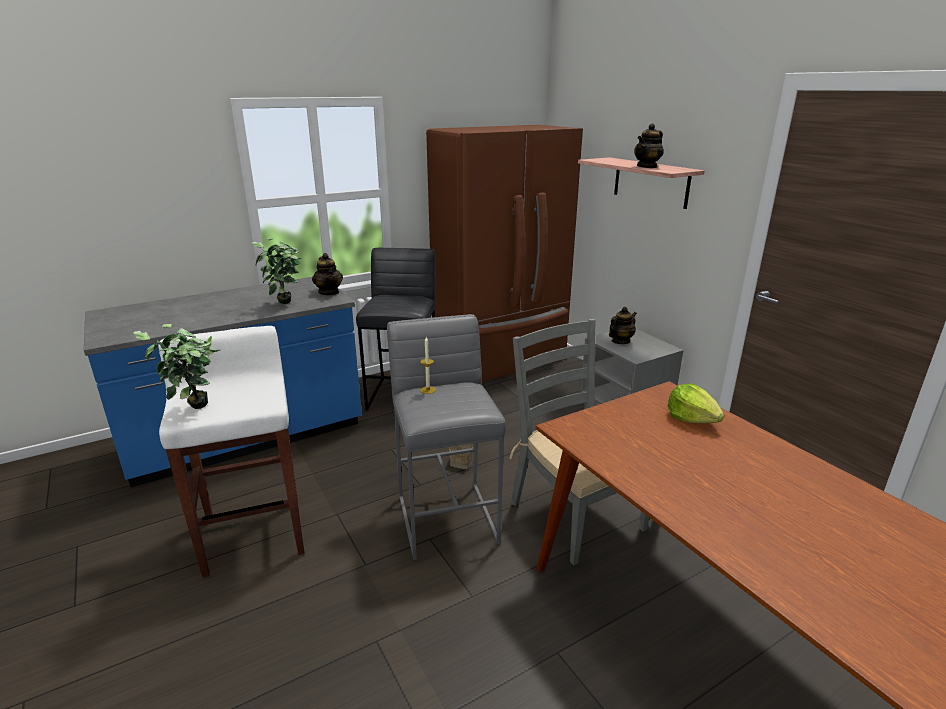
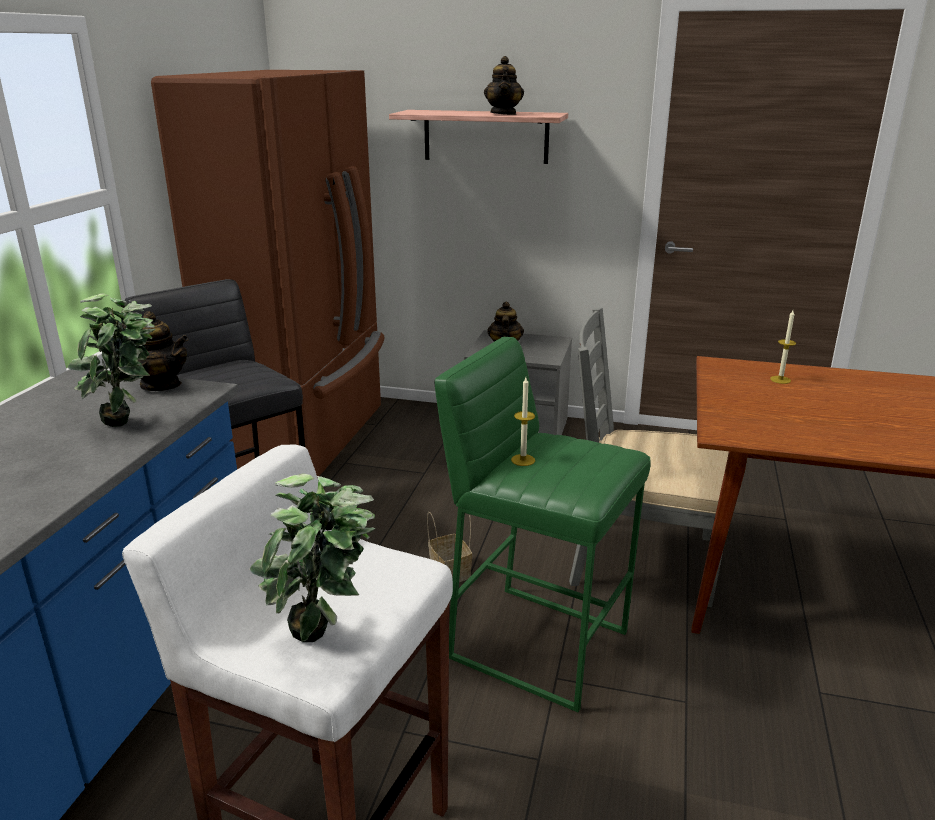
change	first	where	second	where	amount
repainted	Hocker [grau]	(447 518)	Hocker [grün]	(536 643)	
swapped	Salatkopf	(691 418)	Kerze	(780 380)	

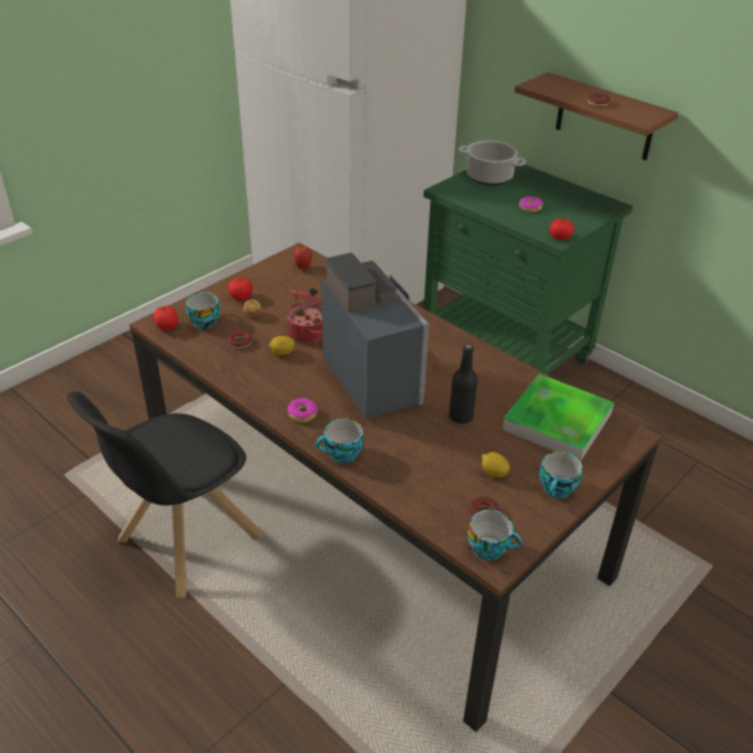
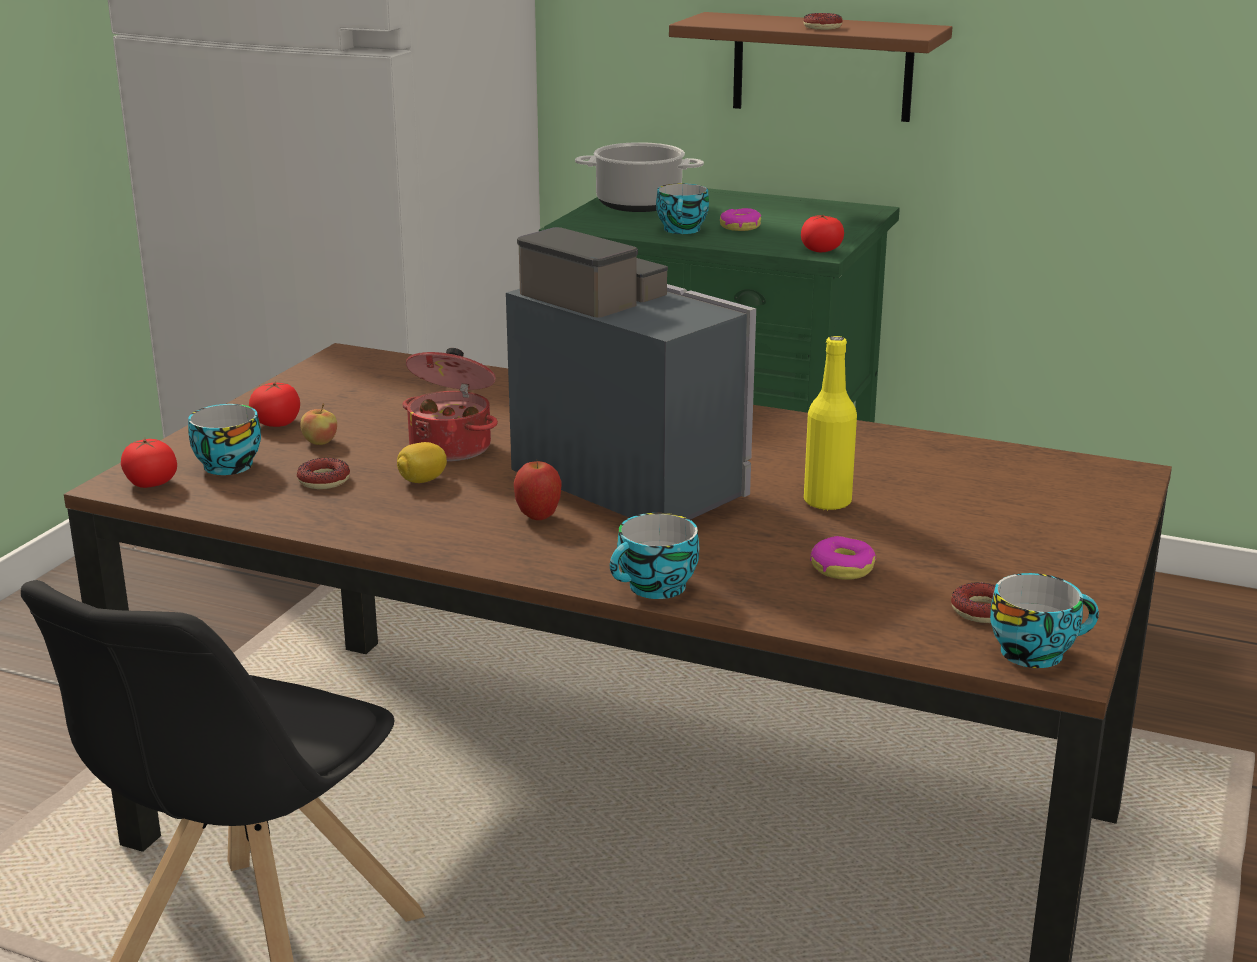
change	first	where	second	where	amount
shifted	Apfel	(303 268)		(538 517)	
repainted	Flasche [schwarz]	(461 417)	Flasche [gelb]	(827 502)	
gone	Tablett	(557 422)			
shifted	Donut	(302 414)		(842 568)	
shifted	Tasse	(557 489)		(683 230)	
gone	Zitrone	(494 473)			

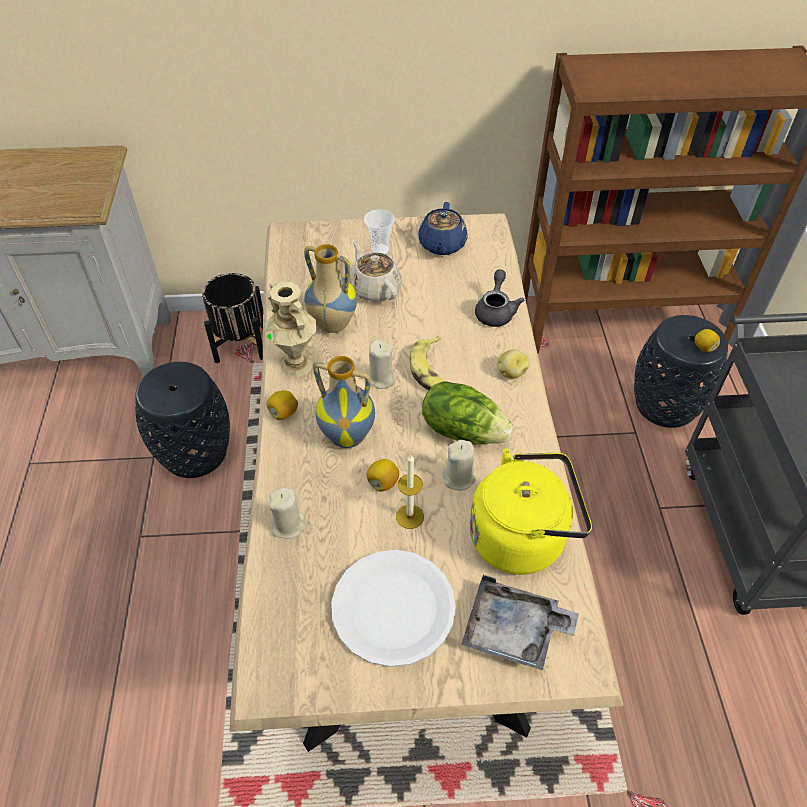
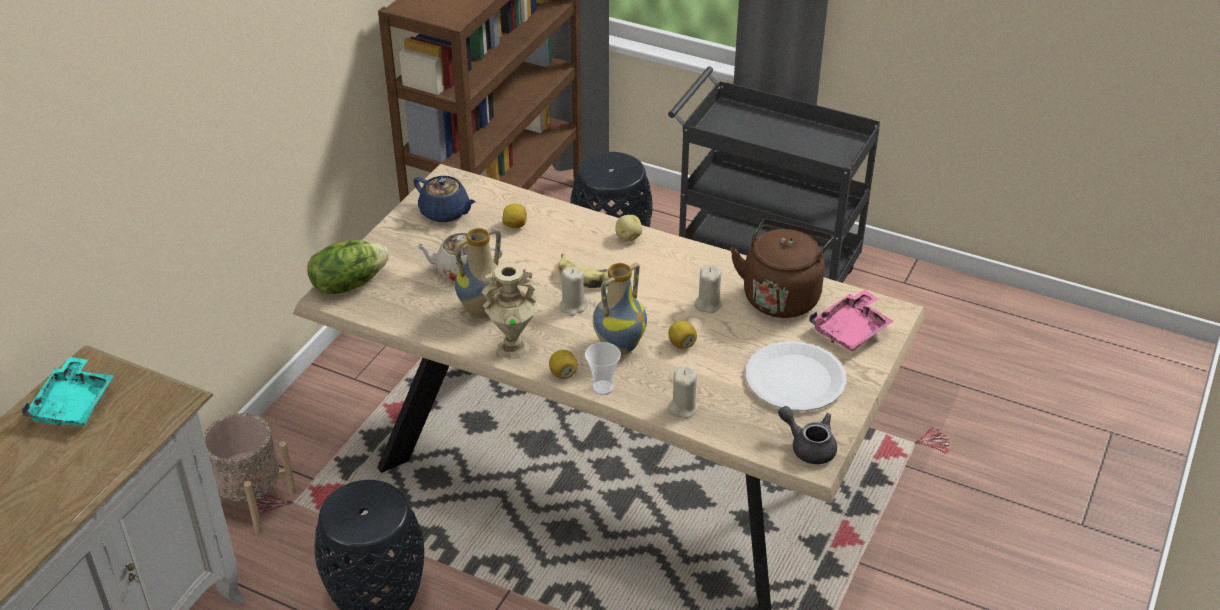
change	first	where	second	where	amount
shifted	Tasse	(380 250)		(602 388)	
shifted	Teekanne [grau]	(495 311)		(808 446)	
repainted	Pflanzkübel [schwarz]	(240 343)	Pflanzkübel [beige]	(251 503)	
shifted	Zitrone	(704 347)		(515 225)	
shifted	Salatkopf	(463 430)		(348 283)	
repainted	Wasserkessel [gelb]	(522 536)	Wasserkessel [braun]	(781 295)	
gone	Kerze	(409 516)			
repainted	Tablett [grau]	(514 631)	Tablett [rosa]	(851 330)	
new			Tablett [türkis]	(74 404)	

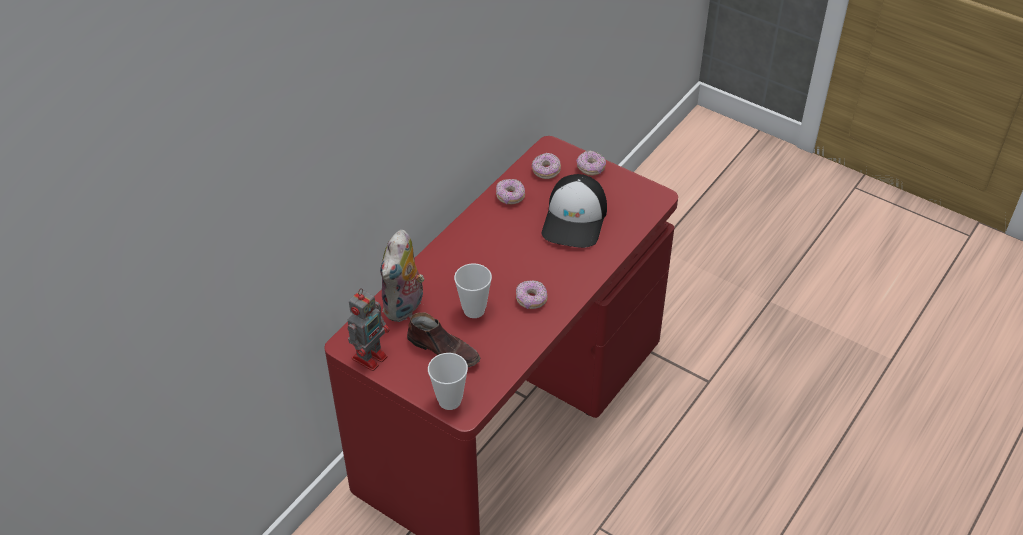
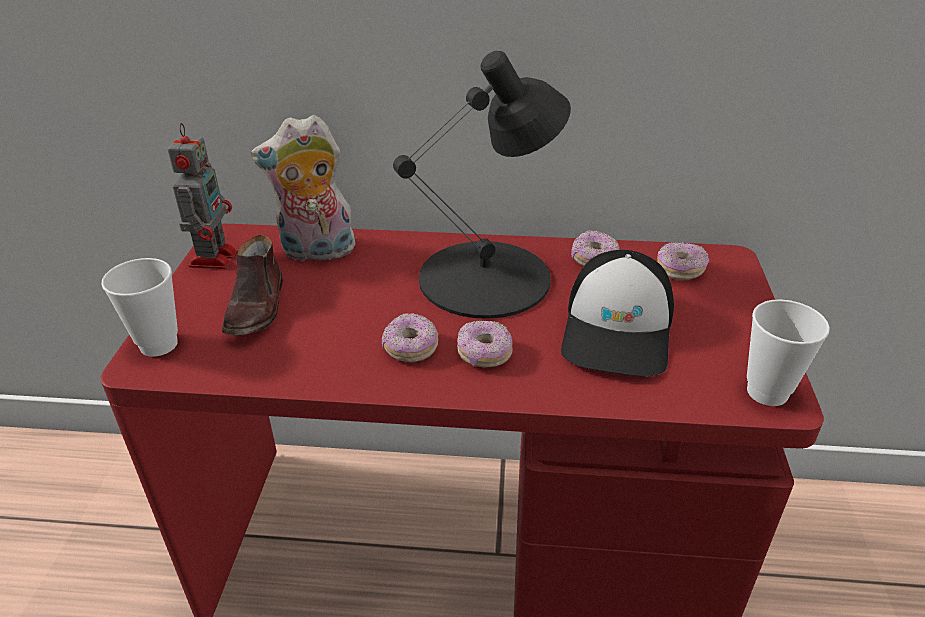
change	first	where	second	where	amount
shifted	Donut	(591 168)		(484 354)	
rotated	Kappe	(575 219)		(618 330)	60 degrees counterclockwise
shifted	Tasse	(474 310)		(767 392)	
rotated	Spielzeugroboter	(370 356)		(214 257)	90 degrees counterclockwise
new			Tischlampe [schwarz]	(487 278)	

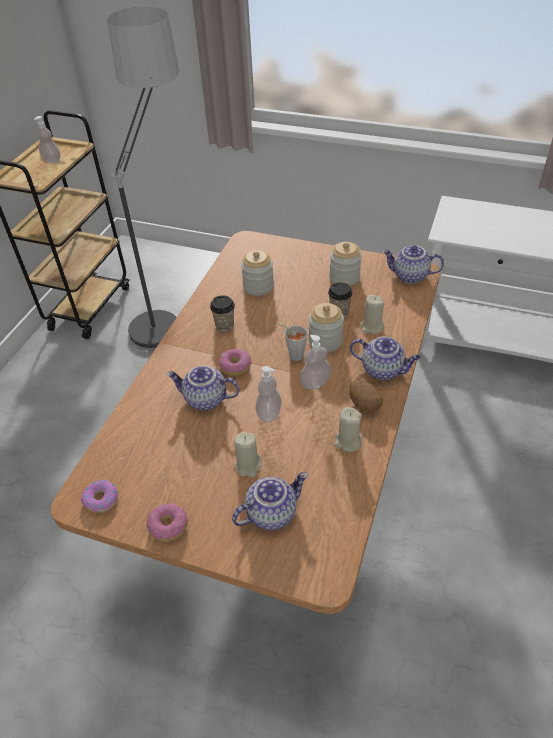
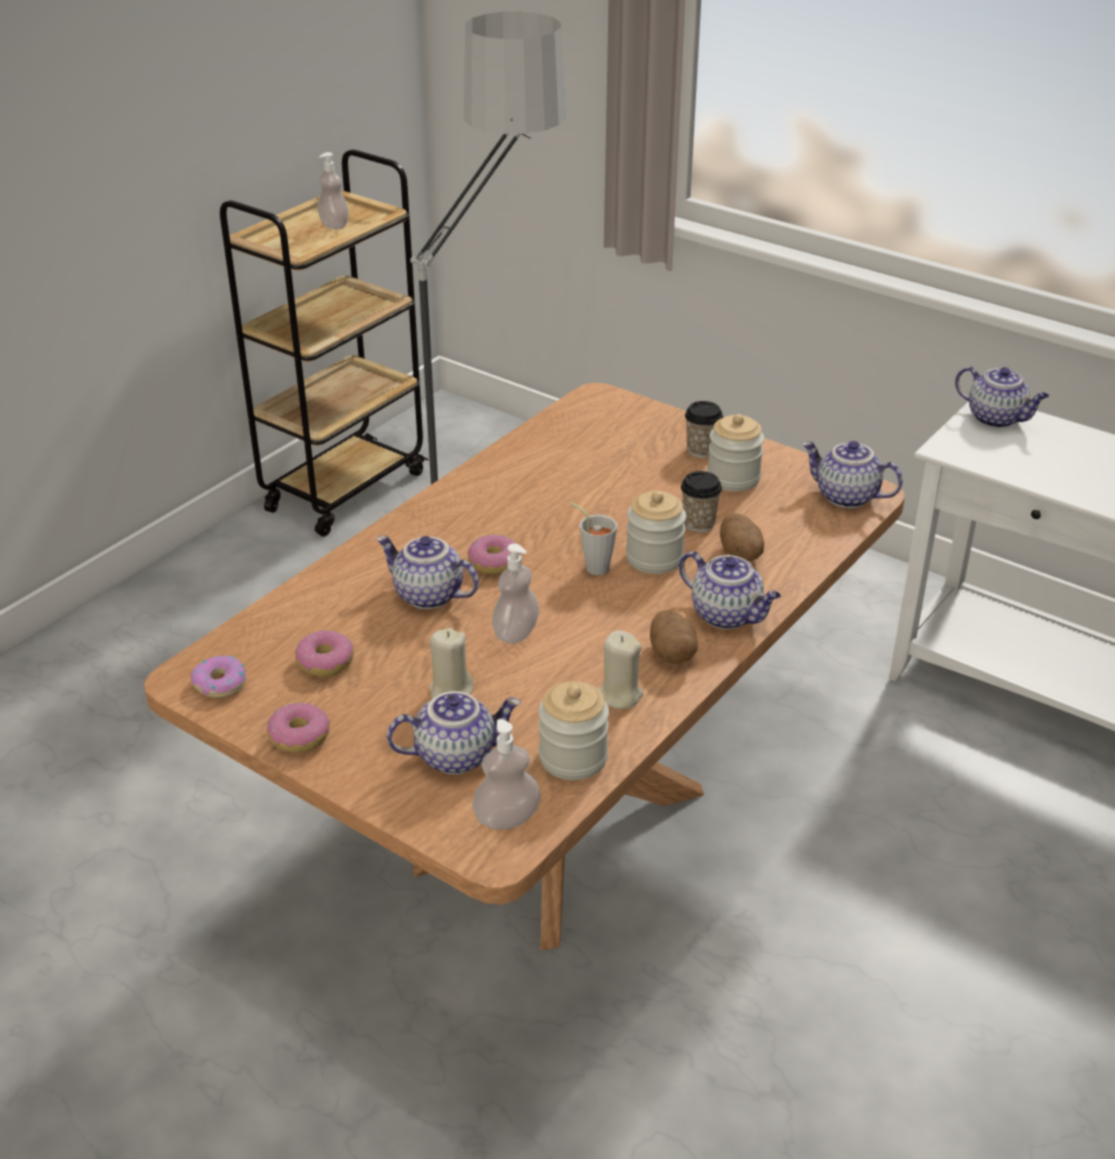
change	first	where	second	where	amount
shifted	Vorratsglas	(258 286)		(573 758)	
shifted	Tasse	(224 325)		(701 450)	
swapped	Kerze [beige]	(371 327)	Kartoffel	(741 554)	
shifted	Seifenspender	(315 383)		(507 818)	
new			Teekanne	(996 418)	
new			Donut	(325 662)	

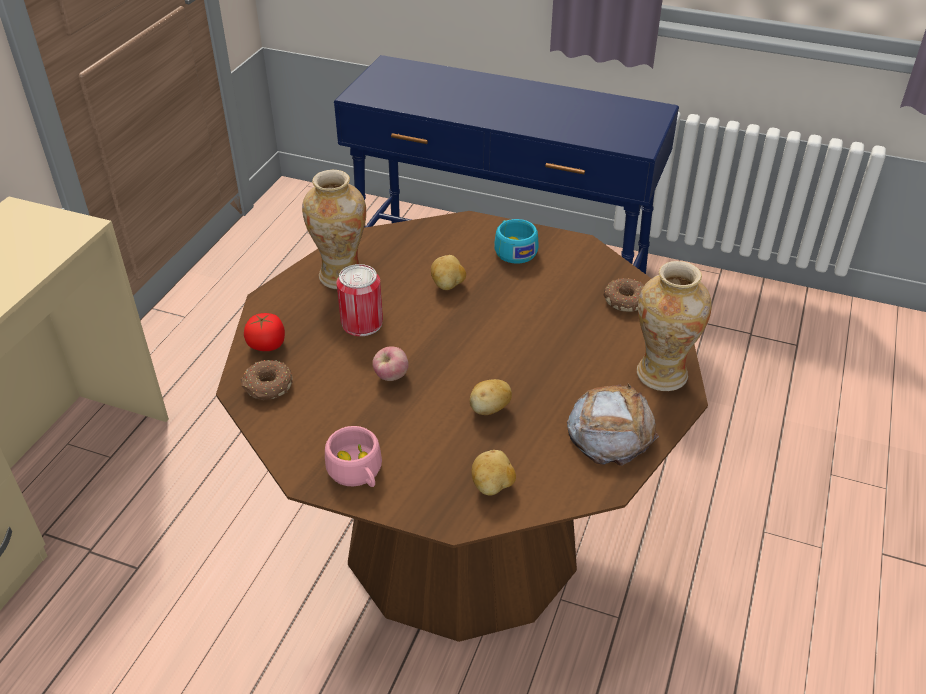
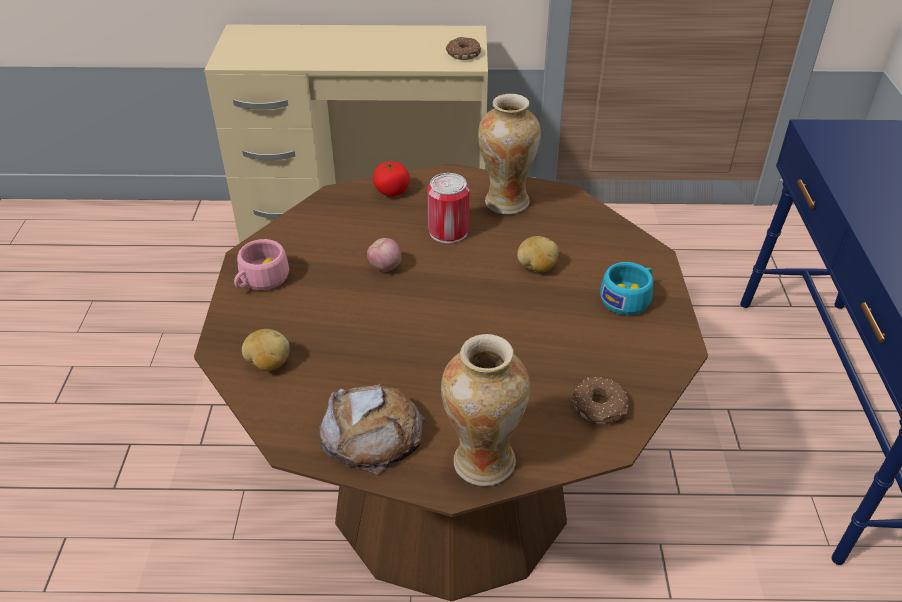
change	first	where	second	where	amount
shifted	Donut	(267 387)		(462 54)	
gone	Kartoffel	(489 409)			

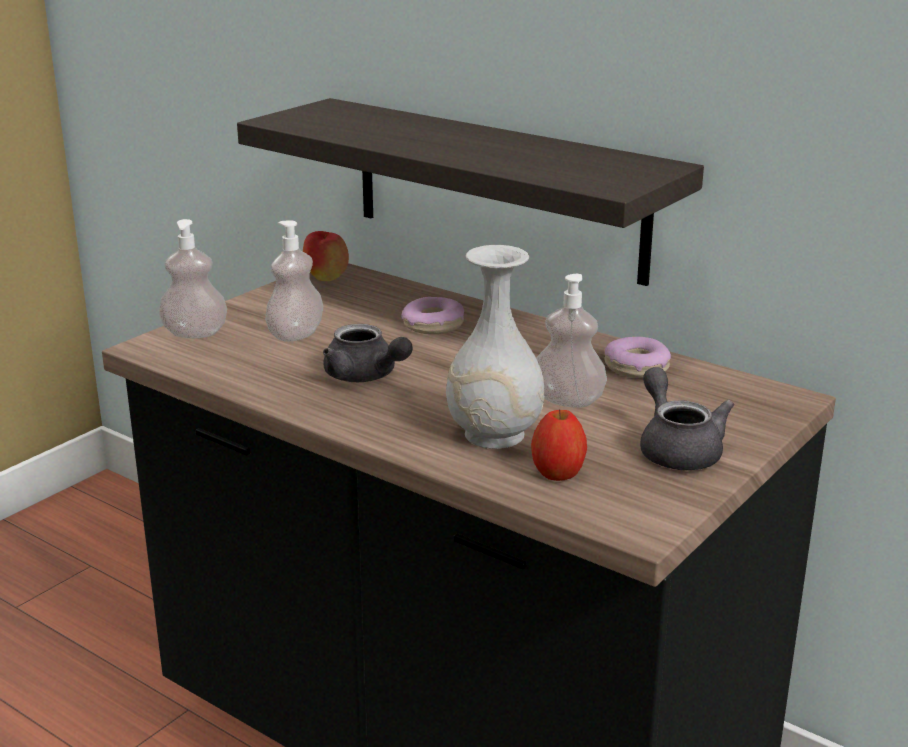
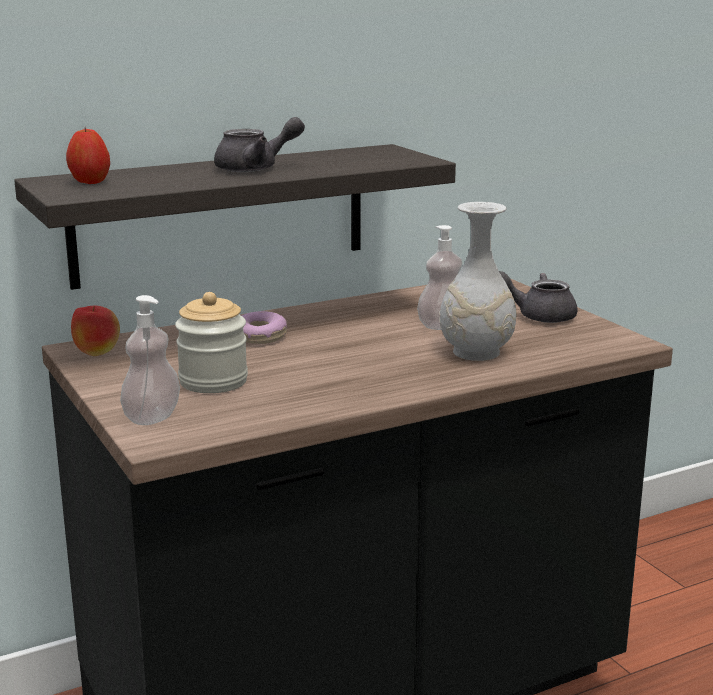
change	first	where	second	where	amount
swapped	Seifenspender	(296 335)	Vorratsglas	(213 381)	
shifted	Teekanne [grau]	(365 377)		(256 168)	
gone	Donut	(636 367)			
shifted	Apfel	(558 473)		(90 182)	

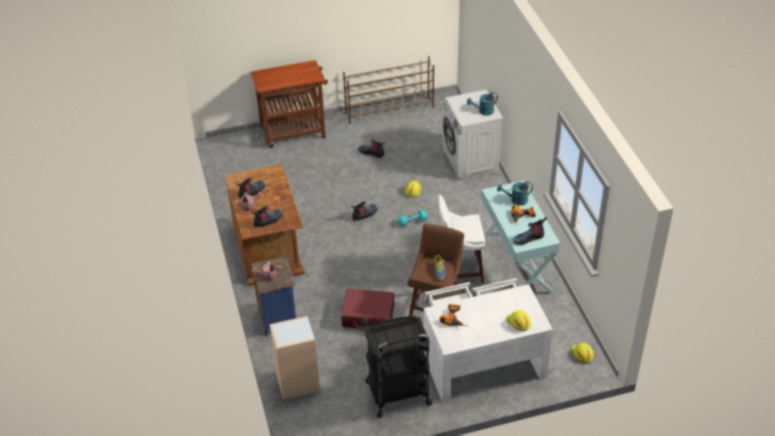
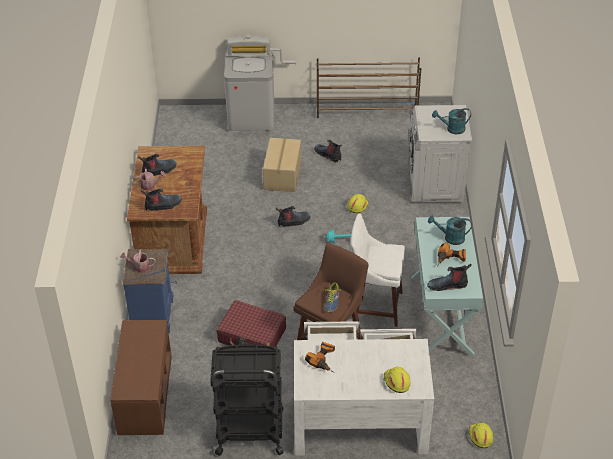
change	first	where	second	where	amount
swapped	Rollwagen [braun]	(294 133)	Waschmaschine [grau]	(253 118)	
swapped	Bücherregal	(297 382)	Bank [braun]	(144 394)	
new			Karton	(282 175)	

